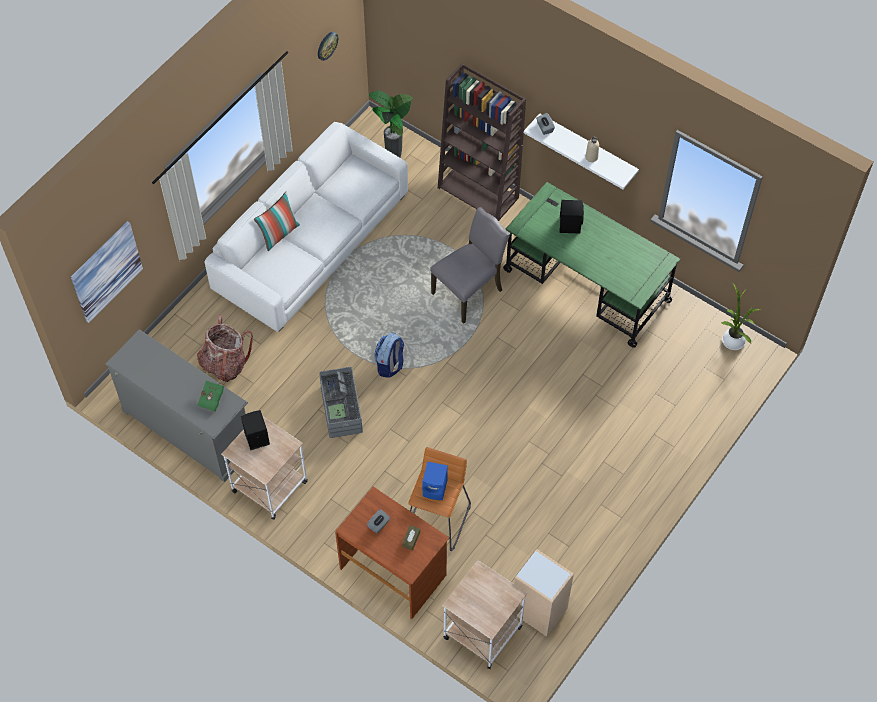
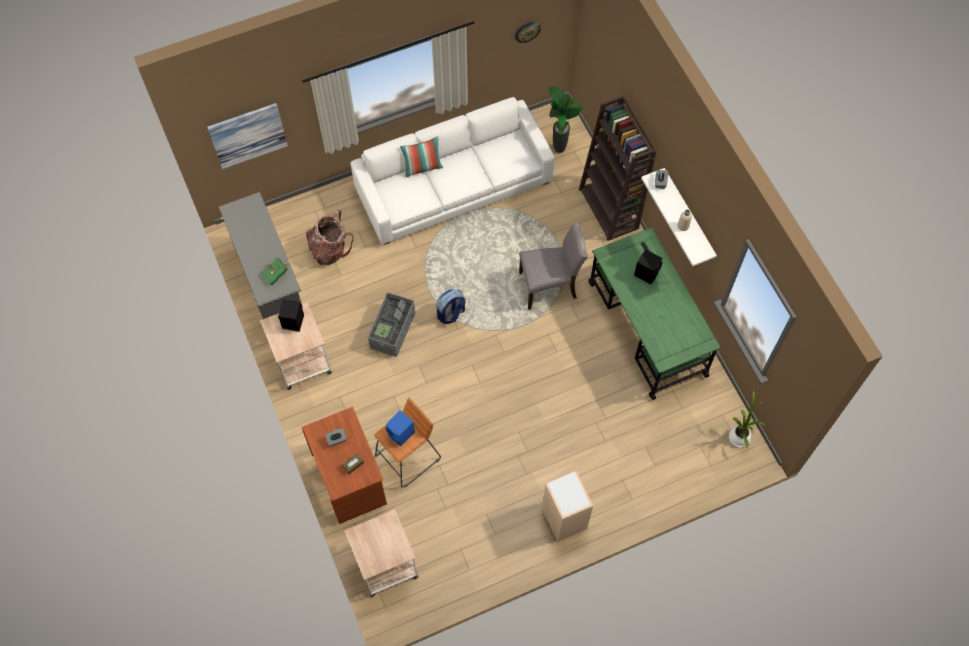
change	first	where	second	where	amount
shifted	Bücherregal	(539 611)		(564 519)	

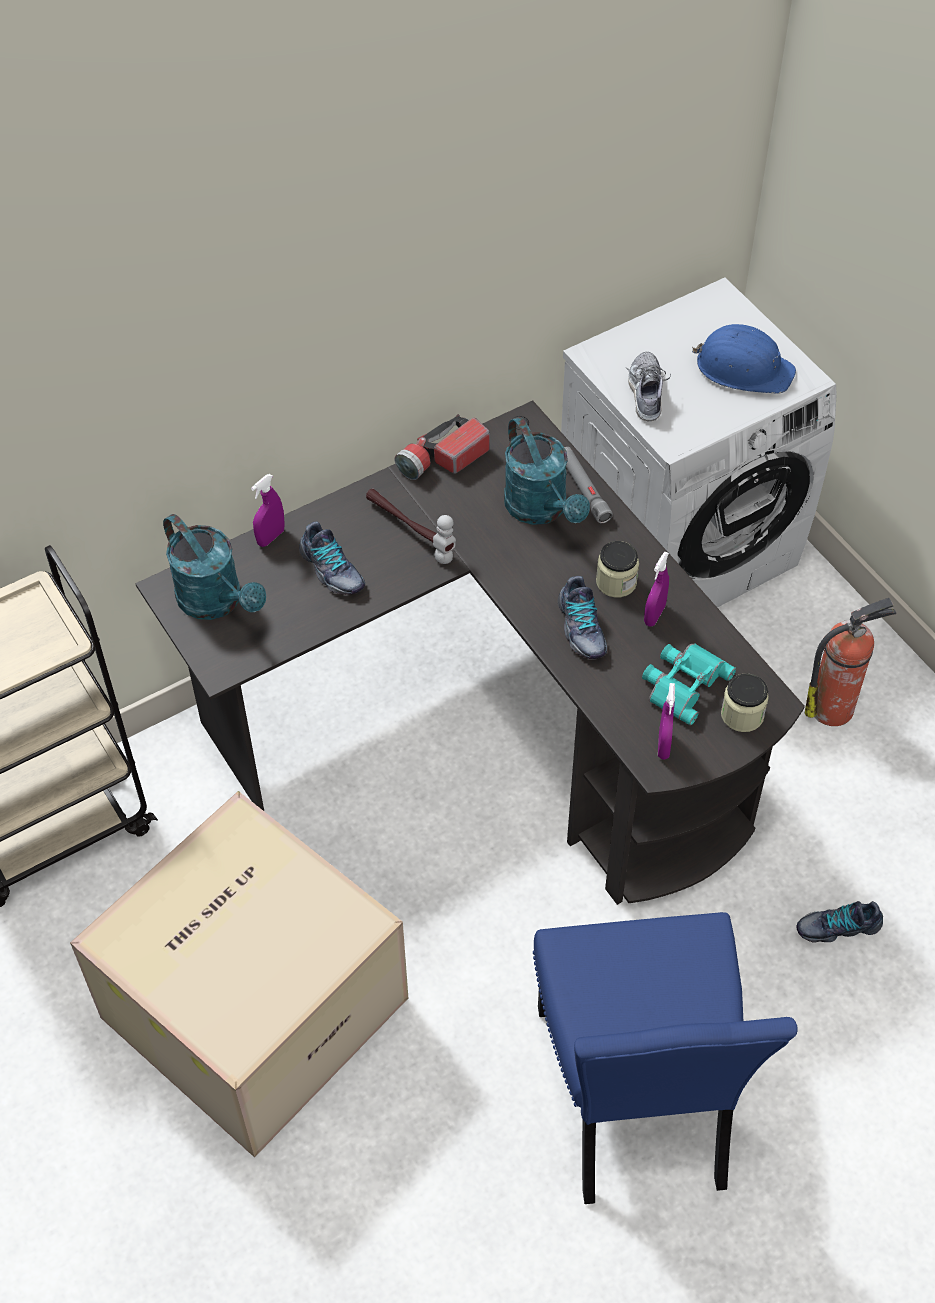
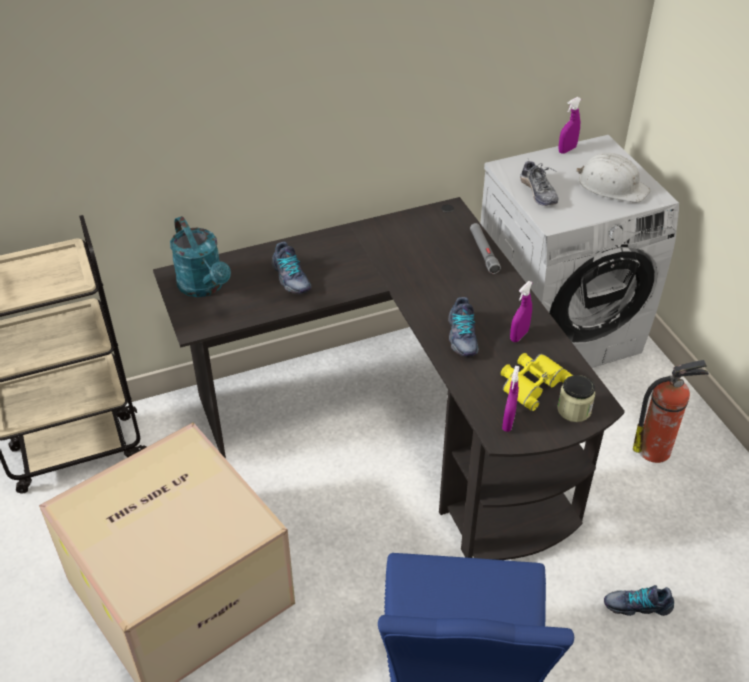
change	first	where	second	where	amount
repainted	Schutzhelm [blau]	(743 368)	Schutzhelm [weiß]	(612 186)	
rotated	Schuh	(646 392)		(538 192)	150 degrees clockwise
gone	Taschenlampe	(443 459)			
gone	Gießkanne [türkis]	(541 510)			
shifted	Sprühflasche [lila]	(271 537)		(567 150)	
gone	Hammer	(411 530)			
gone	Vorratsglas	(616 582)			
repainted	Fernglas [türkis]	(683 683)	Fernglas [gelb]	(532 382)	

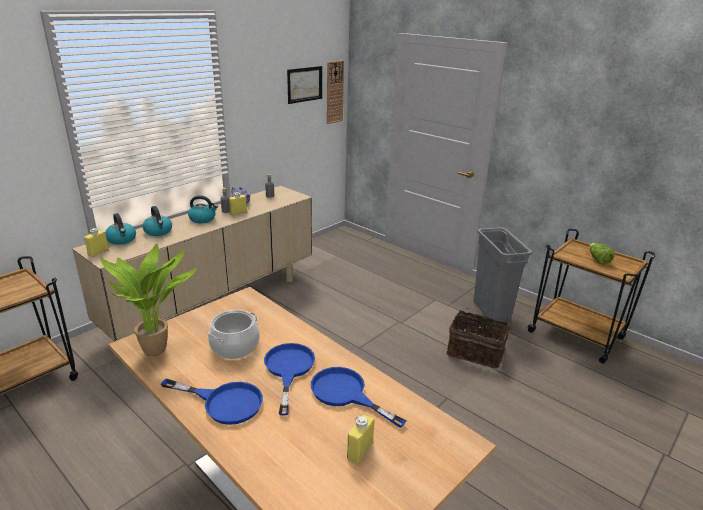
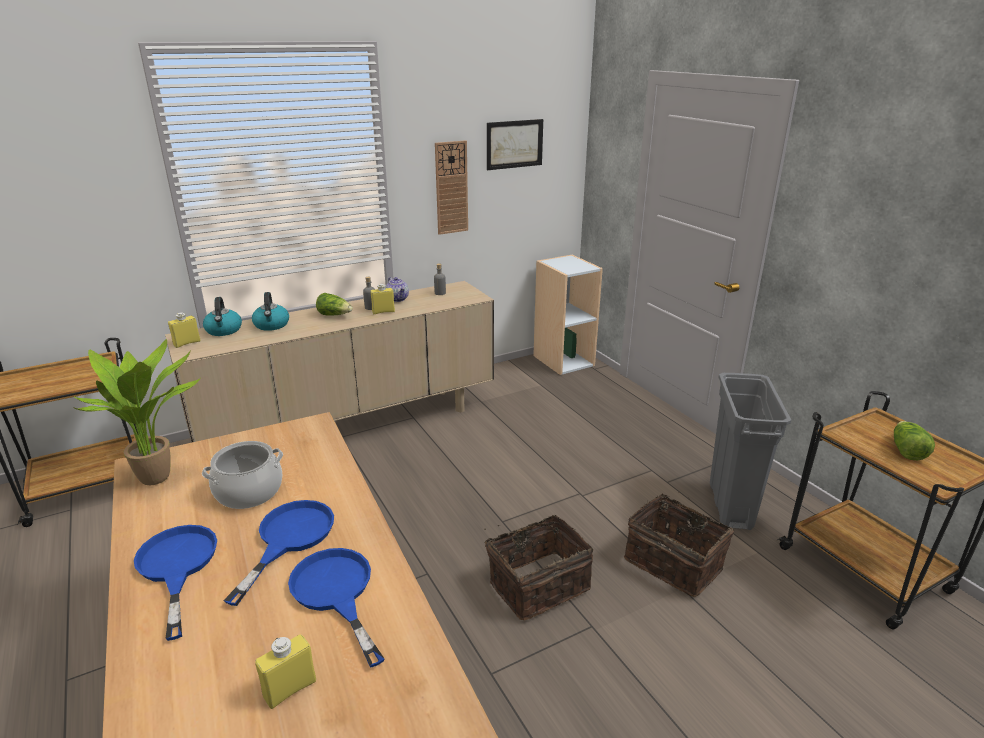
change	first	where	second	where	amount
shifted	Wanduhr	(334 92)		(451 188)	
swapped	Wasserkessel	(203 219)	Salatkopf	(335 315)	
rotated	Pfanne [blau]	(224 402)		(177 567)	150 degrees counterclockwise
new			Bücherregal	(563 360)	
new			Korb	(537 584)	

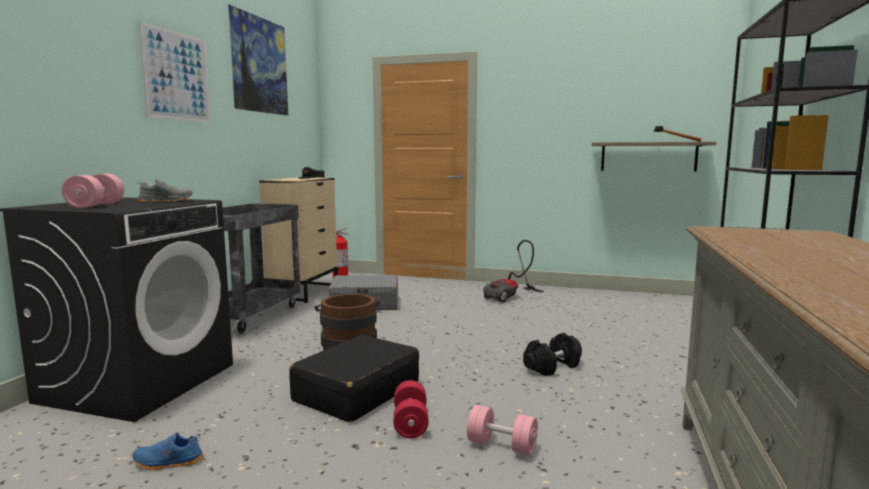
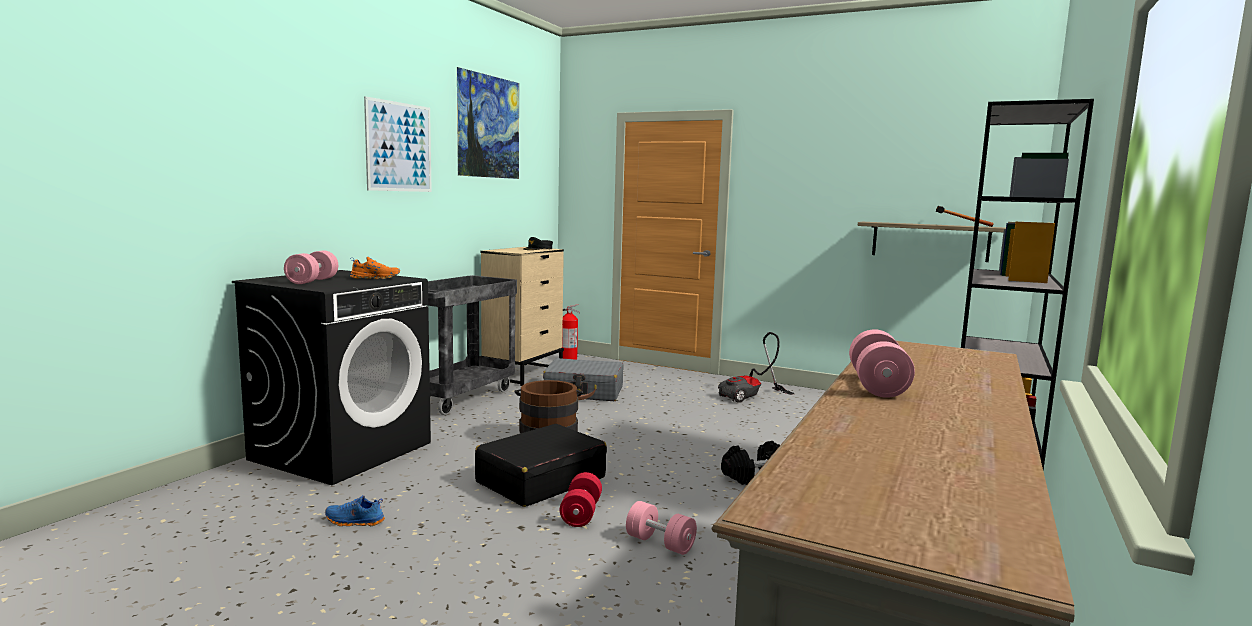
change	first	where	second	where	amount
repainted	Schuh [grau]	(166 201)	Schuh [orange]	(375 278)	
new			Hantel [rosa]	(877 385)	

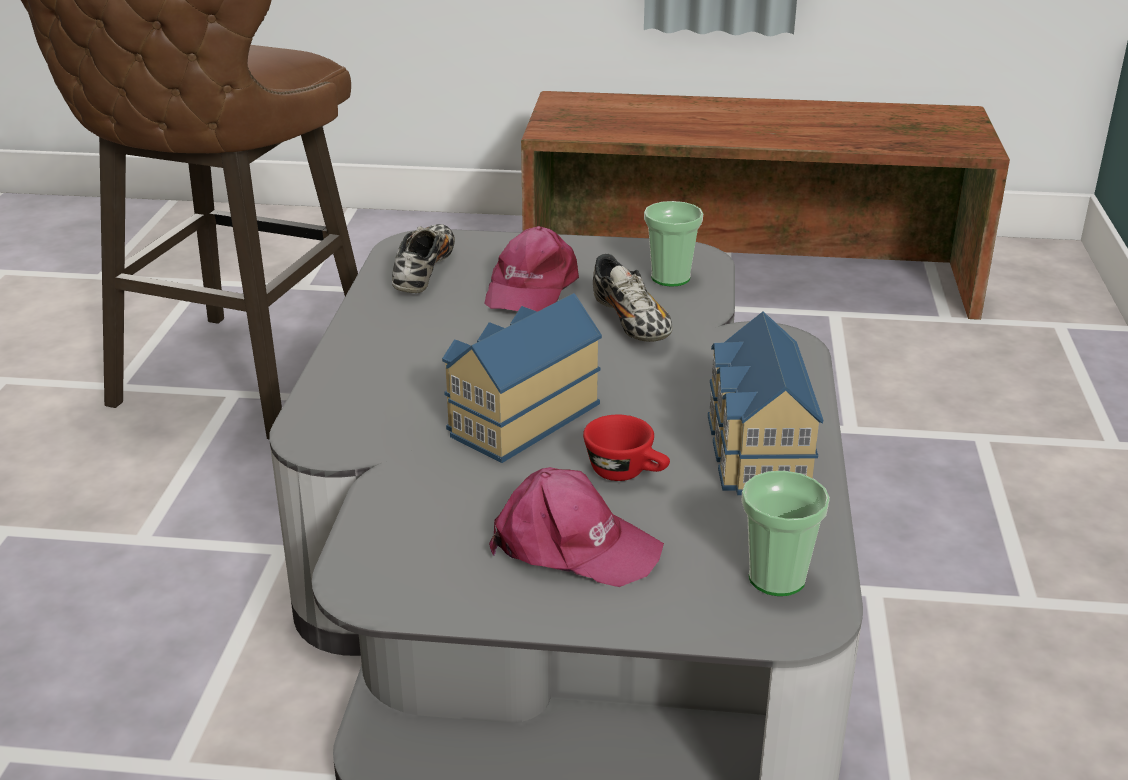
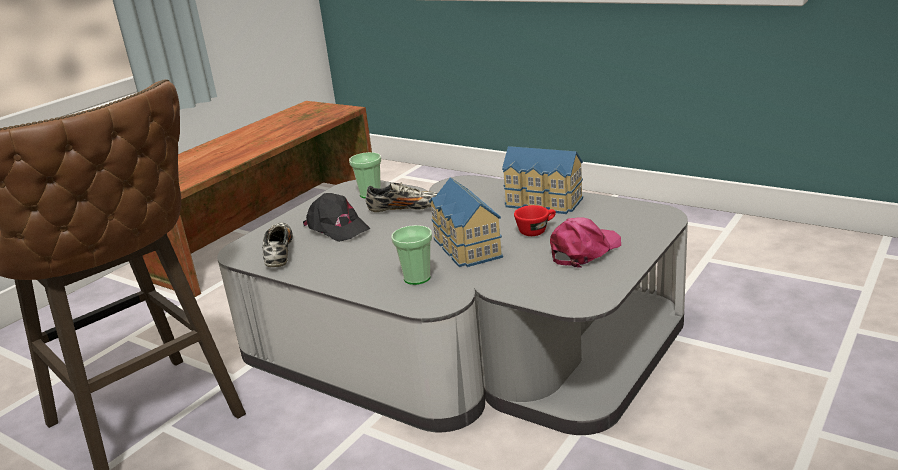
change	first	where	second	where	amount
rotated	Schuh	(424 272)		(279 253)	45 degrees clockwise
repainted	Kappe [rosa]	(530 288)	Kappe [schwarz]	(337 227)	
shifted	Tasse	(777 578)		(417 278)	

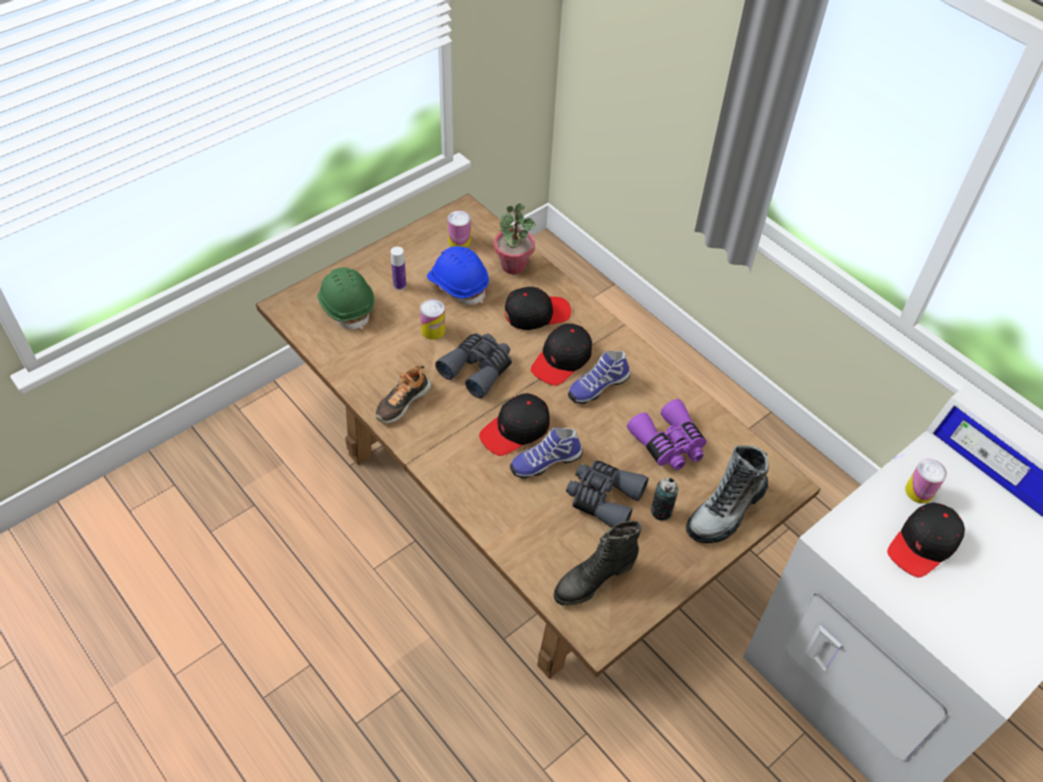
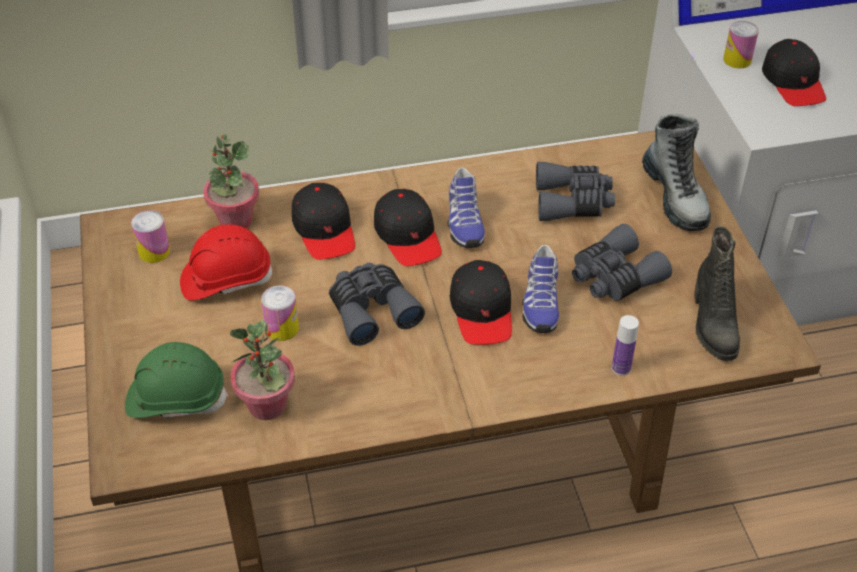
change	first	where	second	where	amount
repainted	Schutzhelm [blau]	(458 284)	Schutzhelm [rot]	(226 279)	
shifted	Flasche	(399 285)		(621 368)	
rotated	Kappe [schwarz]	(536 313)		(324 229)	150 degrees clockwise
gone	Schuh	(402 402)			
repainted	Fernglas [lila]	(669 444)	Fernglas [grau]	(573 201)	
gone	Dose	(661 511)			
new			Topfpflanze	(267 405)	

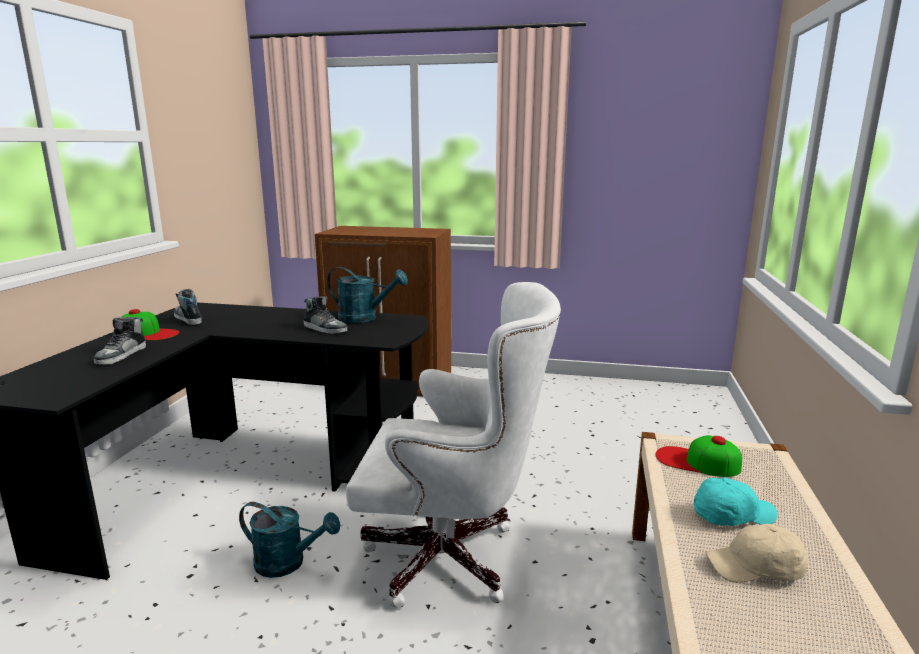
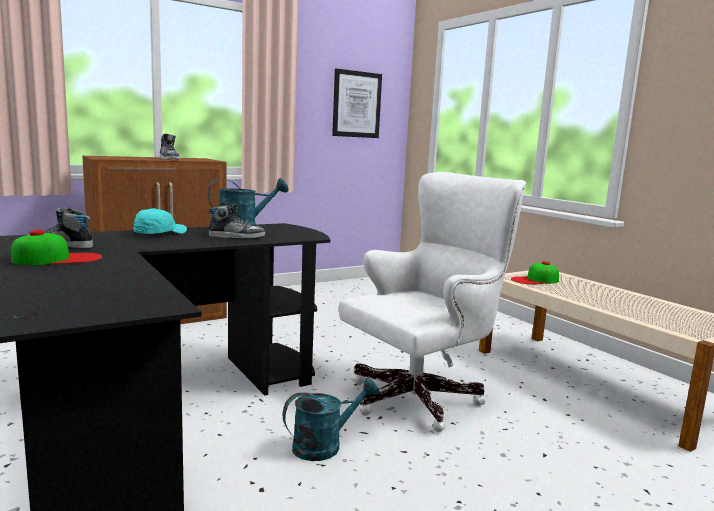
change	first	where	second	where	amount
shifted	Schuh	(121 355)		(169 159)	
shifted	Kappe [türkis]	(731 515)		(159 233)	
gone	Kappe [beige]	(756 569)			
new			Bild	(356 104)	

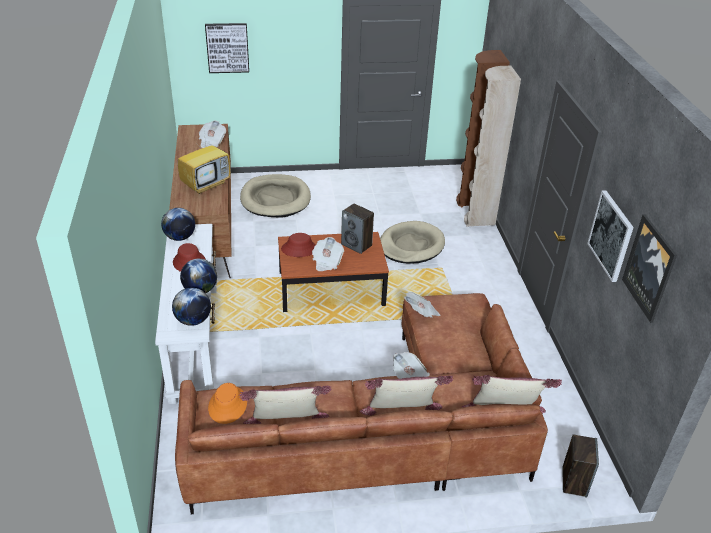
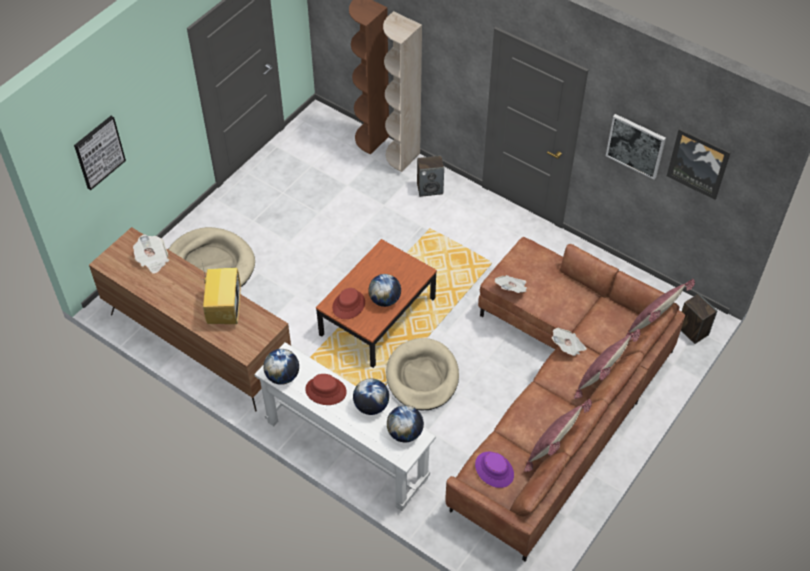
change	first	where	second	where	amount
shifted	Lautsprecher	(357 245)		(430 189)	
shifted	Hundebett [beige]	(411 245)		(422 376)	
swapped	Zeitung	(326 262)	Globus	(385 300)	
repainted	Hut [orange]	(228 405)	Hut [lila]	(494 470)	

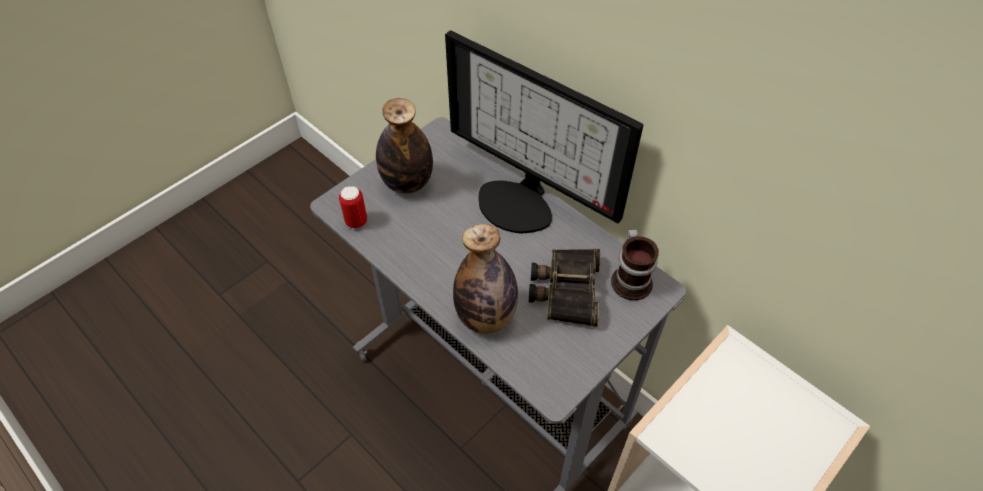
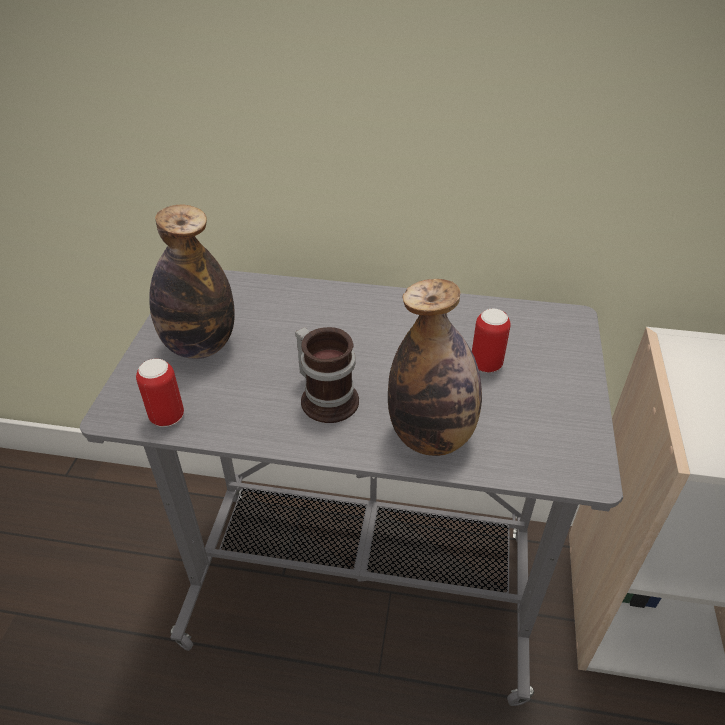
change	first	where	second	where	amount
gone	Monitor	(520 201)			
shifted	Henkelbecher	(632 279)		(328 396)	
swapped	Fernglas	(565 290)	Dose	(486 364)	

